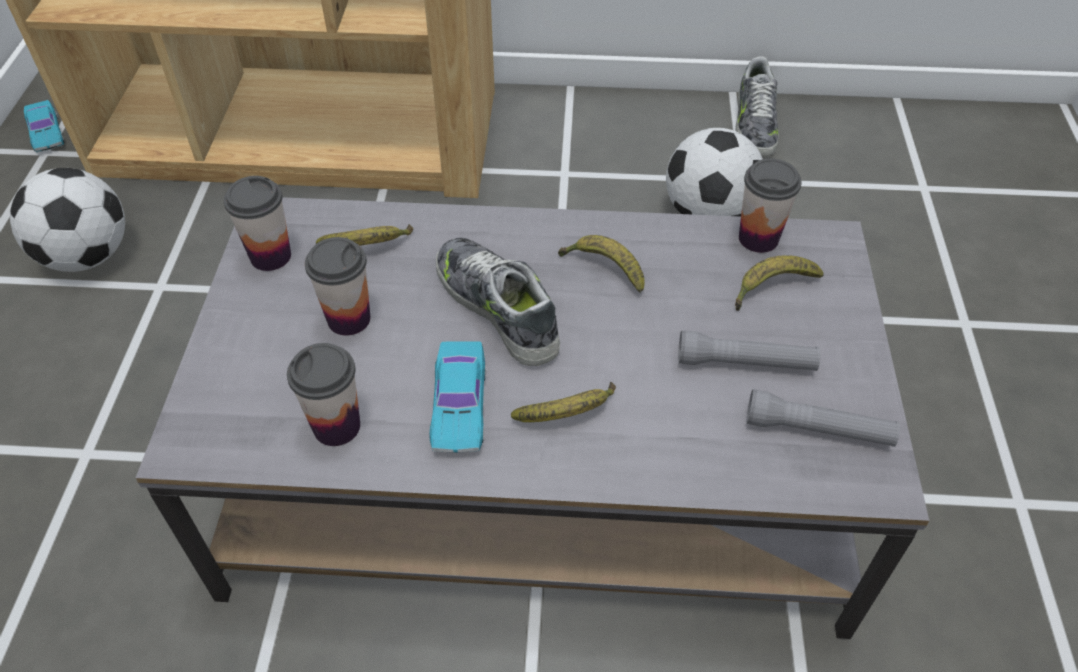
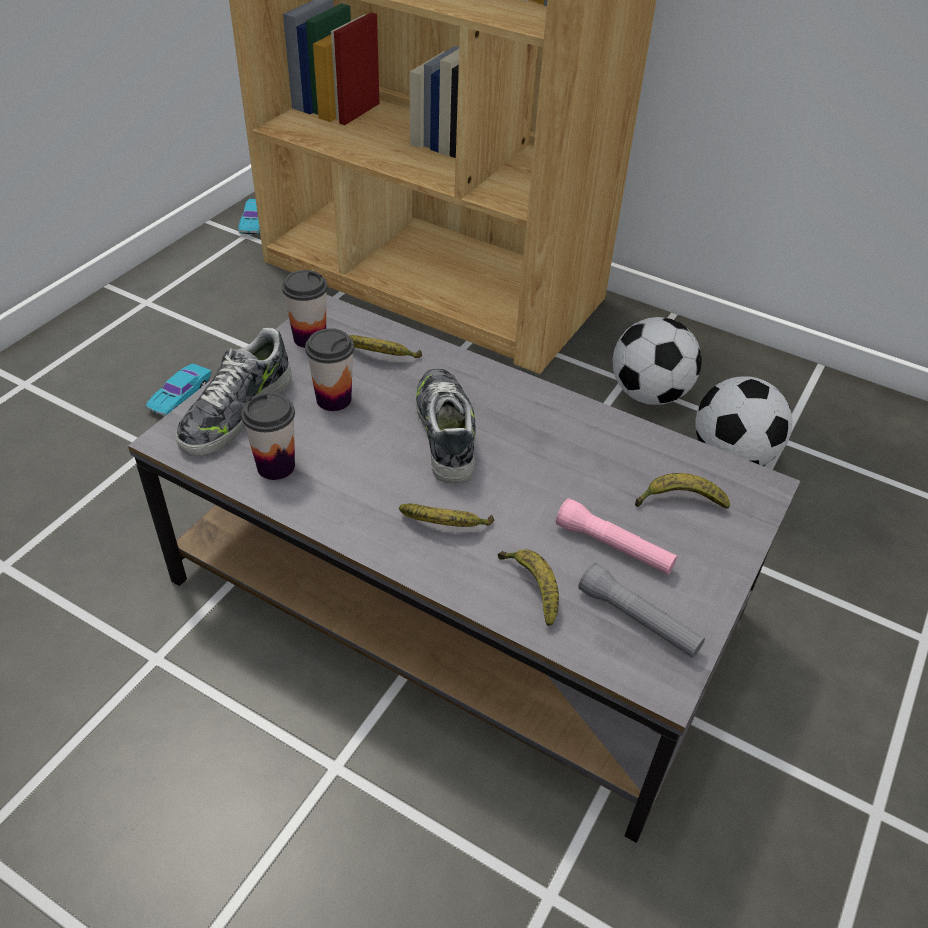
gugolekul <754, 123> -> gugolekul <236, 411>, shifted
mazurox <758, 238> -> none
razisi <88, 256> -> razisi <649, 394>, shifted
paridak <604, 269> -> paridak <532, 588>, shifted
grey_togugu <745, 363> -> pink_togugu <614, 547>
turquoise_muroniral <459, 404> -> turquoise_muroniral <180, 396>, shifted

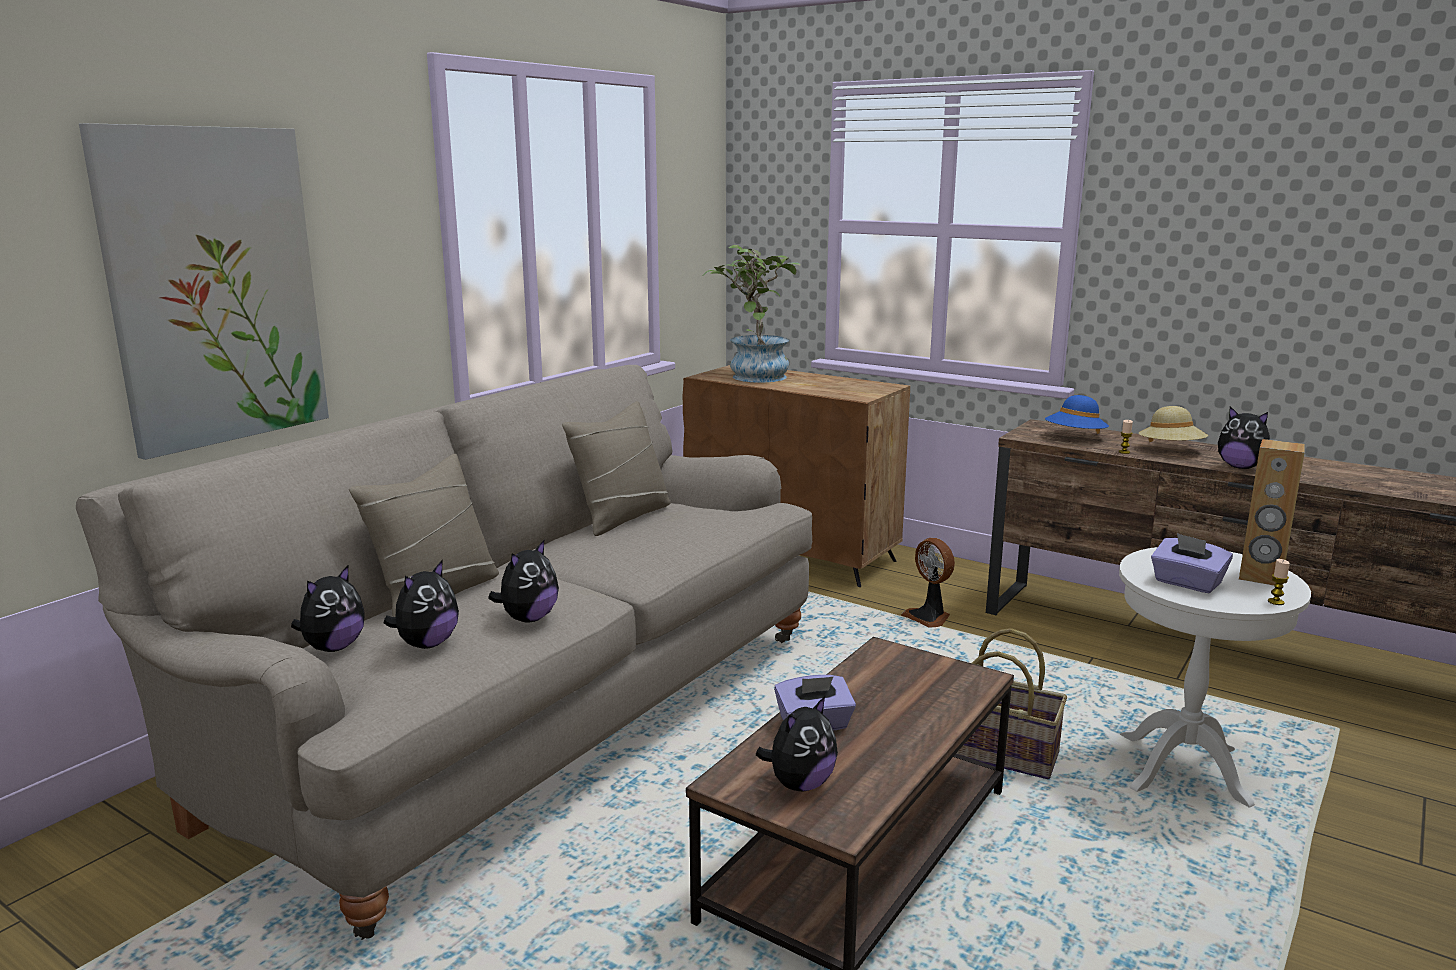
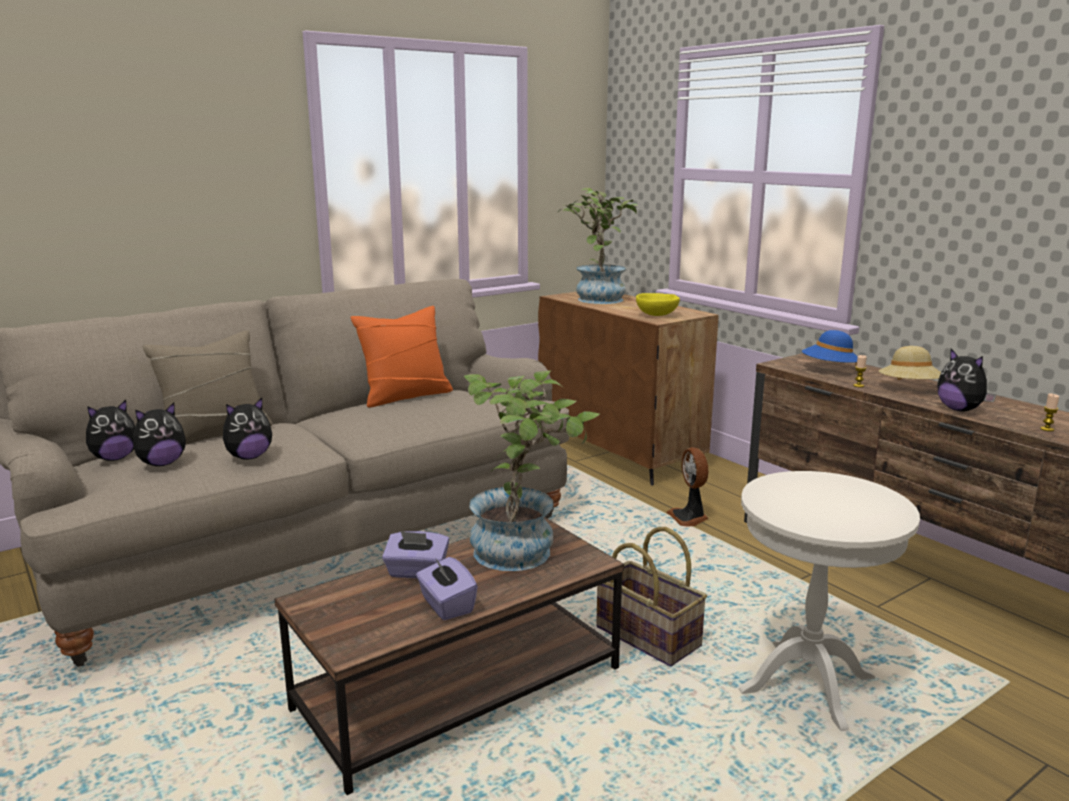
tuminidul <215, 287> -> none
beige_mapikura <622, 517> -> orange_mapikura <405, 396>
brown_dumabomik <1261, 577> -> none
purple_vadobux <1187, 583> -> purple_vadobux <446, 605>, shifted
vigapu <1275, 602> -> vigapu <1047, 429>, shifted
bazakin <799, 784> -> none
none -> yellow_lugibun <656, 315>
none -> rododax <524, 549>

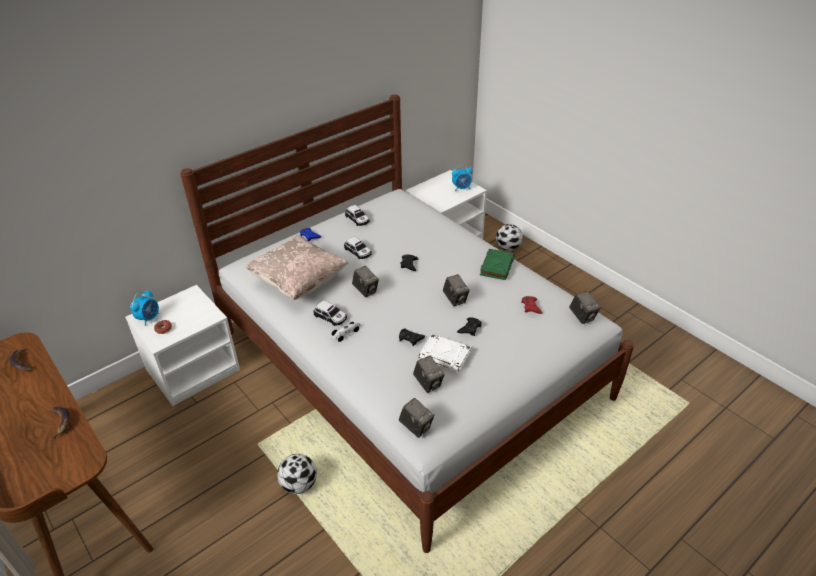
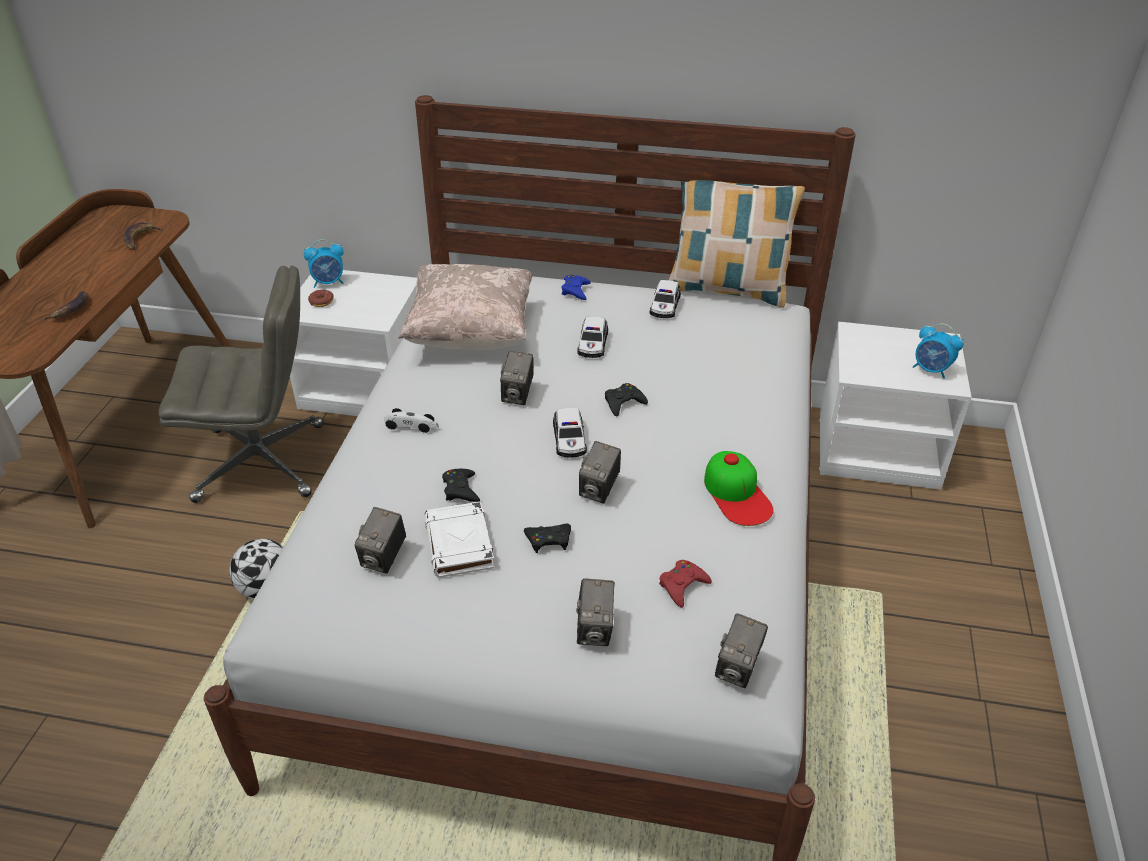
razisi <508, 248> -> none
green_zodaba <496, 266> -> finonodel <737, 494>
muroniral <330, 317> -> muroniral <569, 440>, shifted
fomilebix <416, 427> -> fomilebix <595, 630>, shifted
none -> mapikura <727, 290>
none -> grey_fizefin <263, 462>

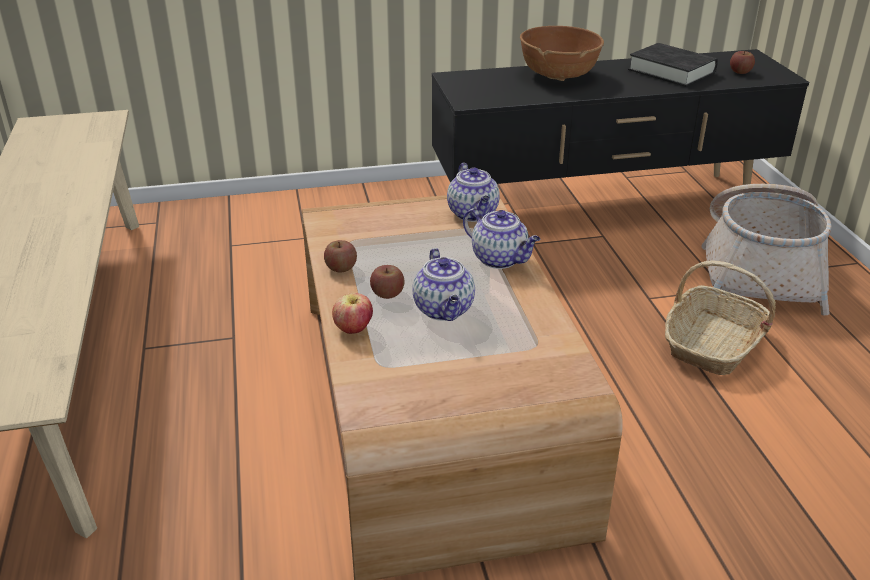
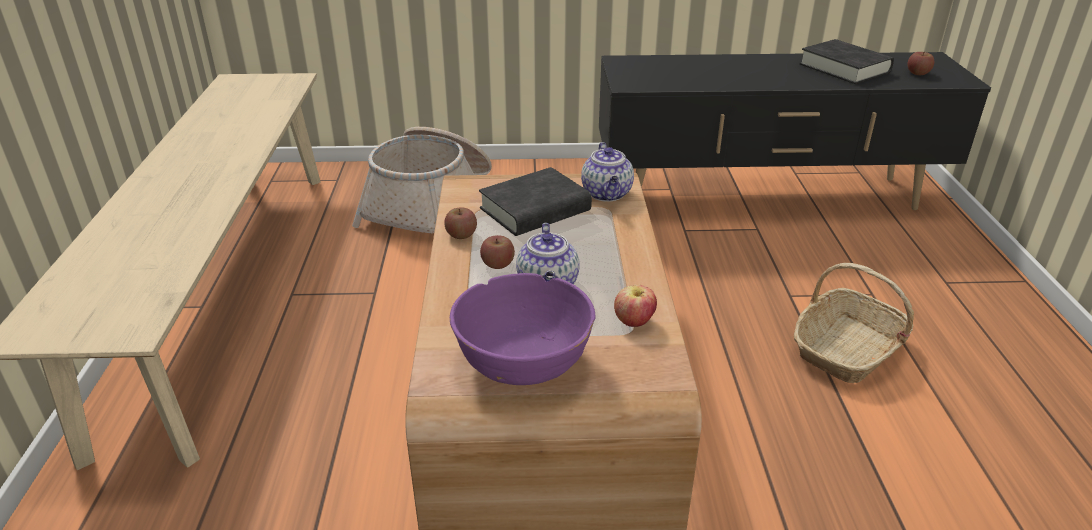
brown_lugibun <558, 75> -> none
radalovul <759, 269> -> radalovul <431, 205>, shifted
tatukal <500, 259> -> none
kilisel <353, 329> -> kilisel <634, 322>, shifted
none -> black_zodaba <535, 210>
none -> purple_lugibun <523, 363>

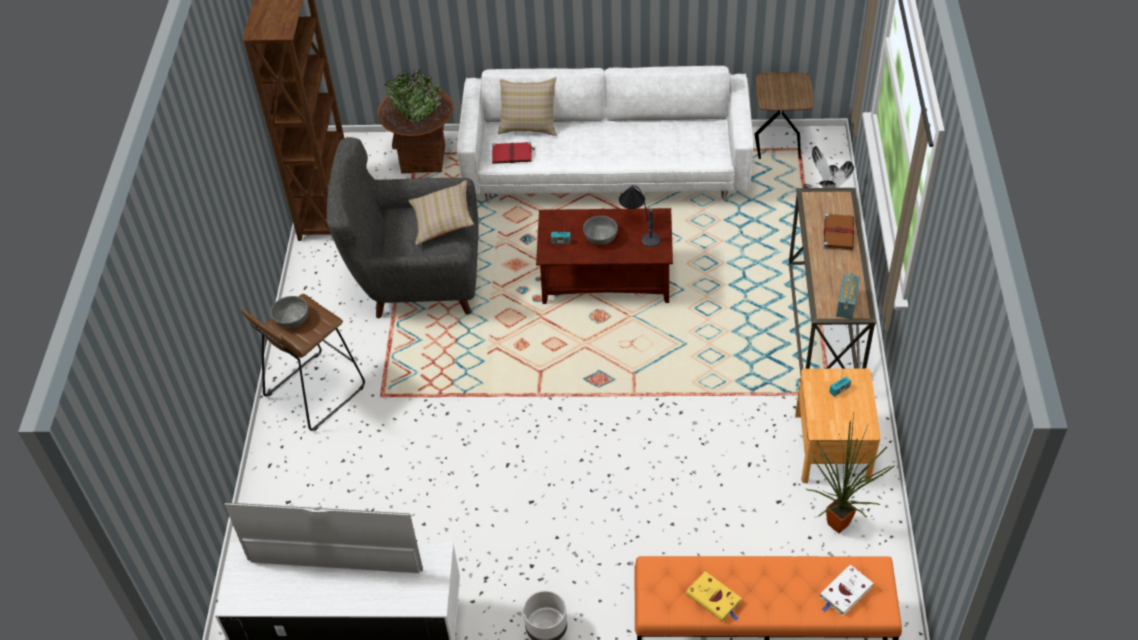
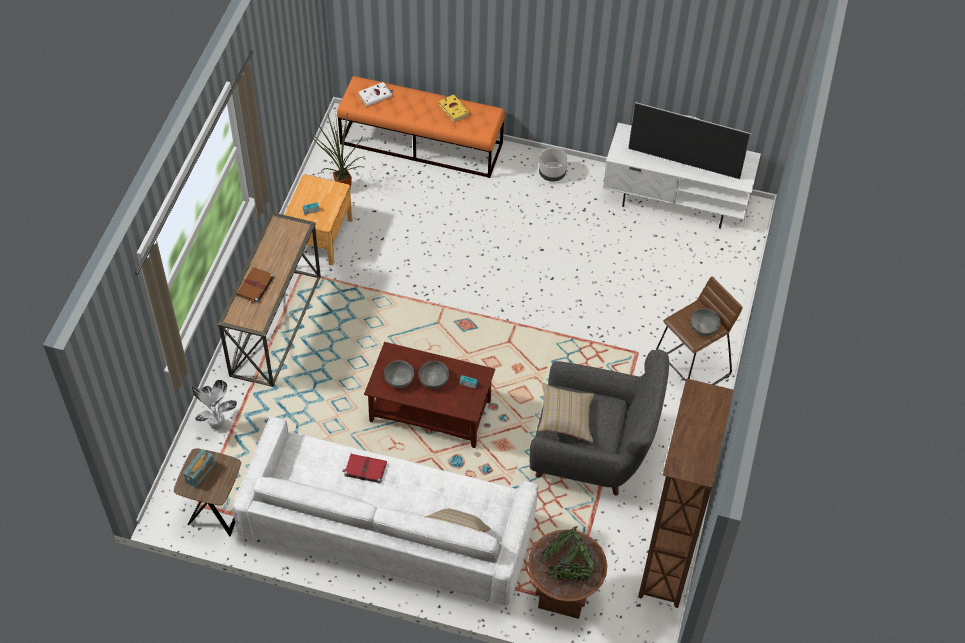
red_zodaba <512, 154> -> red_zodaba <364, 469>, shifted
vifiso <638, 229> -> grey_lugibun <399, 379>
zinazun <846, 304> -> zinazun <200, 473>, shifted

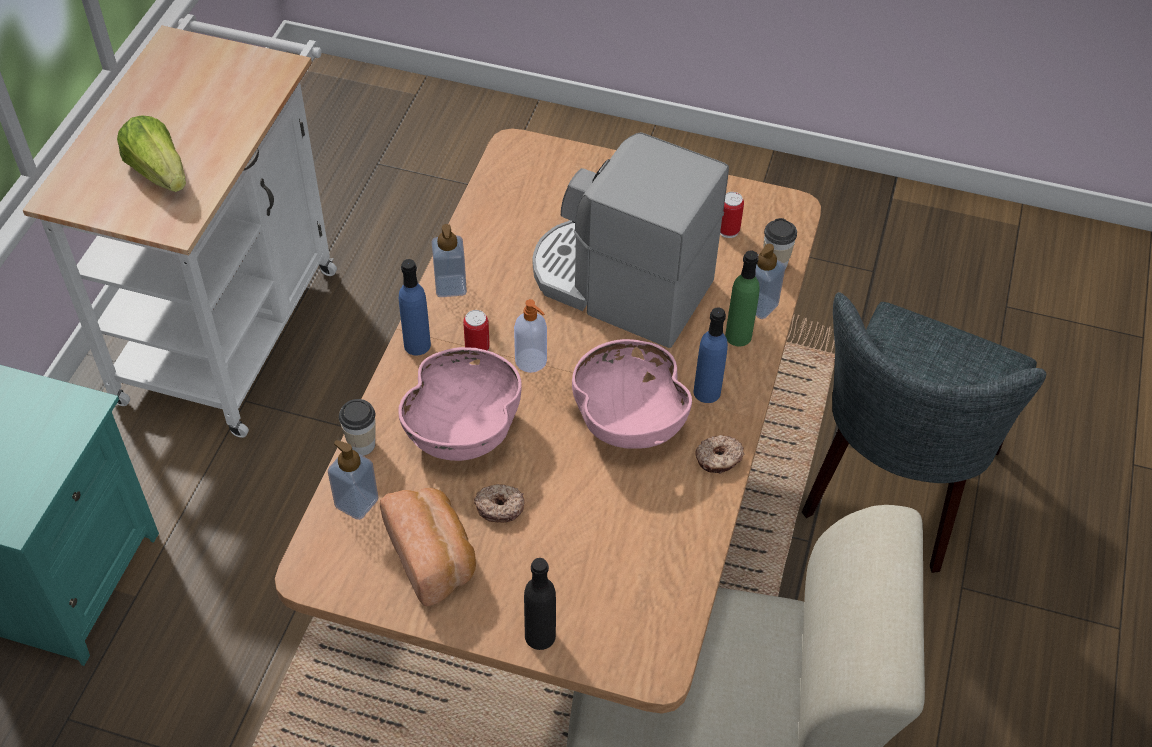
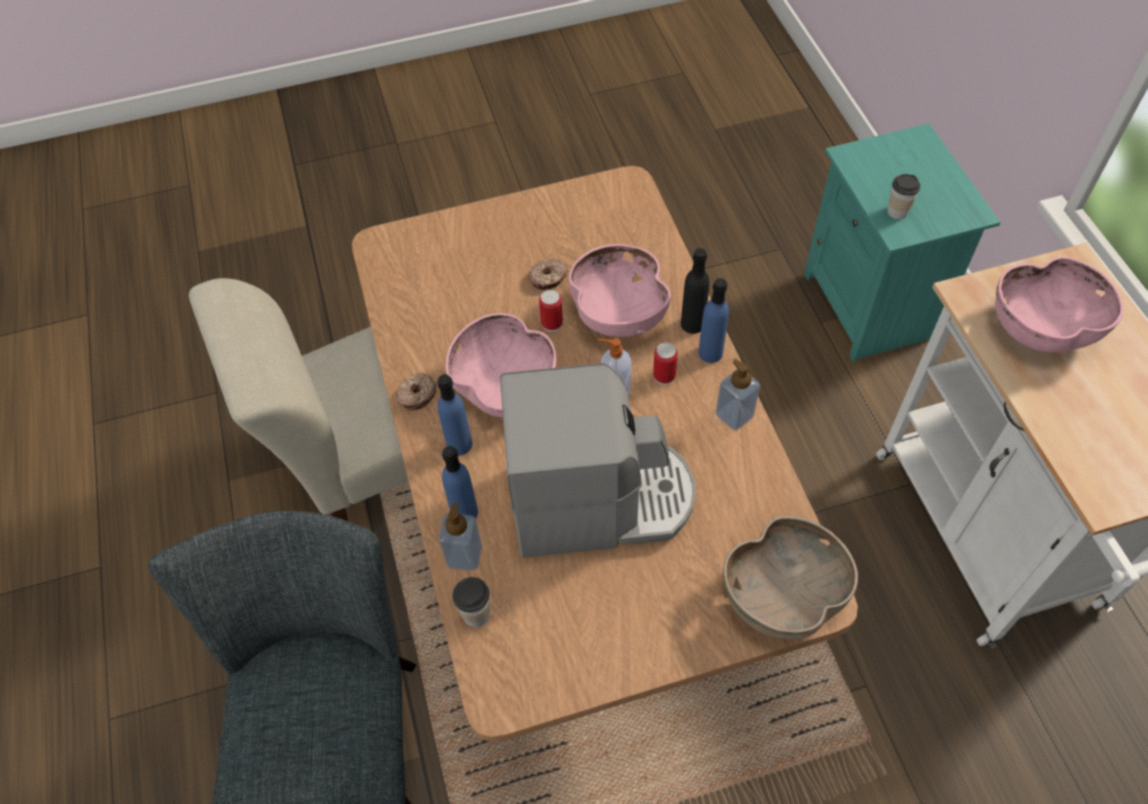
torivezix <159, 172> -> pink_lugibun <1042, 328>
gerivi <728, 230> -> gerivi <552, 323>, shifted
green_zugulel <738, 336> -> blue_zugulel <464, 512>
mazurox <362, 444> -> mazurox <897, 212>, shifted
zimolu <356, 502> -> none
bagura <433, 556> -> none
black_zugulel <540, 635> -> black_zugulel <692, 324>, shifted
none -> brown_lugibun <783, 596>

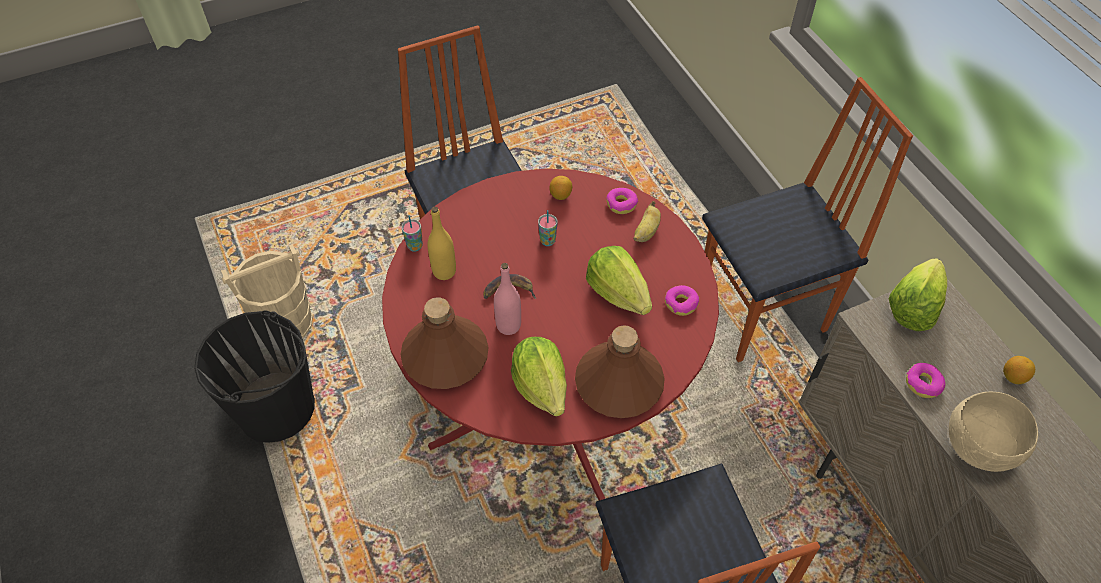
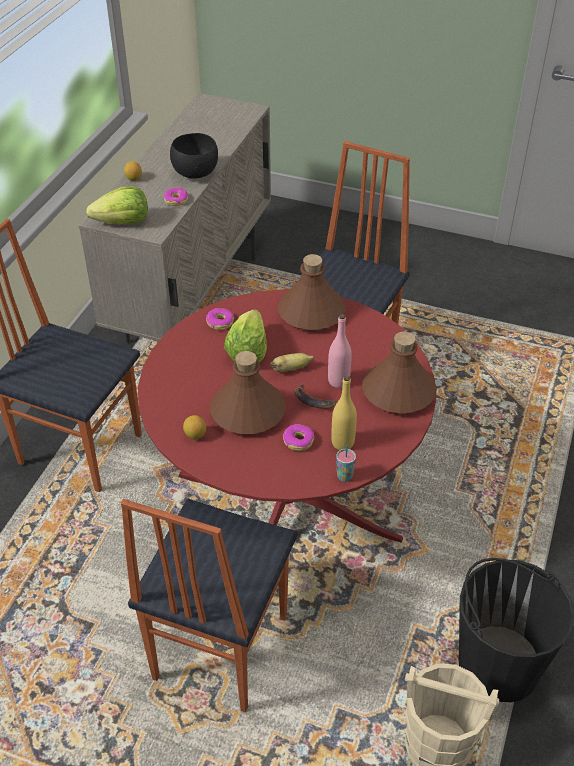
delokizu <621, 204> -> delokizu <298, 441>, shifted
paridak <646, 232> -> paridak <291, 369>, shifted
mazurox <547, 241> -> brown_zugulel <247, 411>
torivezix <541, 386> -> none
beige_lugibun <979, 449> -> black_lugibun <195, 173>

